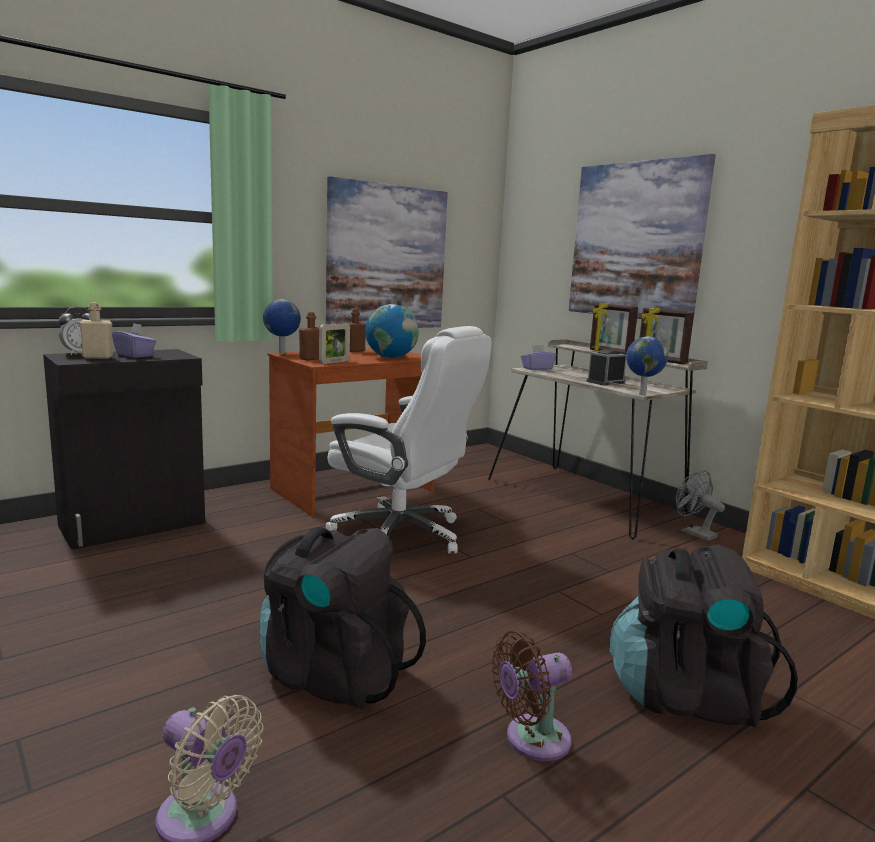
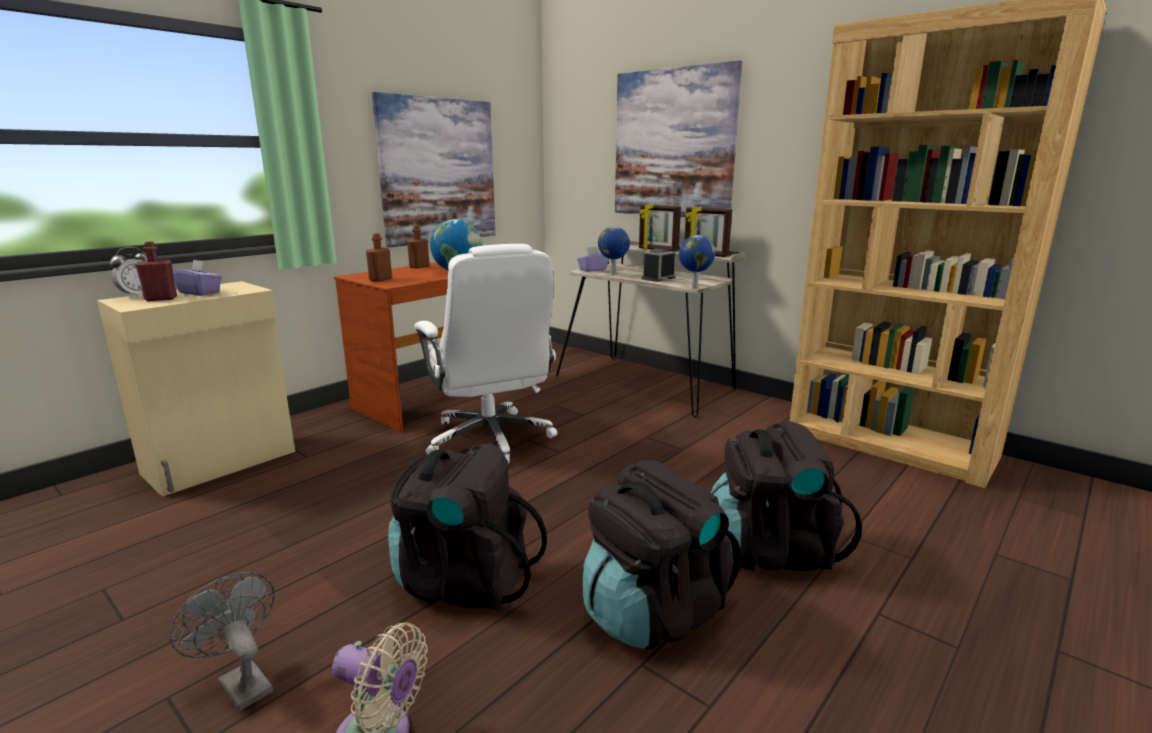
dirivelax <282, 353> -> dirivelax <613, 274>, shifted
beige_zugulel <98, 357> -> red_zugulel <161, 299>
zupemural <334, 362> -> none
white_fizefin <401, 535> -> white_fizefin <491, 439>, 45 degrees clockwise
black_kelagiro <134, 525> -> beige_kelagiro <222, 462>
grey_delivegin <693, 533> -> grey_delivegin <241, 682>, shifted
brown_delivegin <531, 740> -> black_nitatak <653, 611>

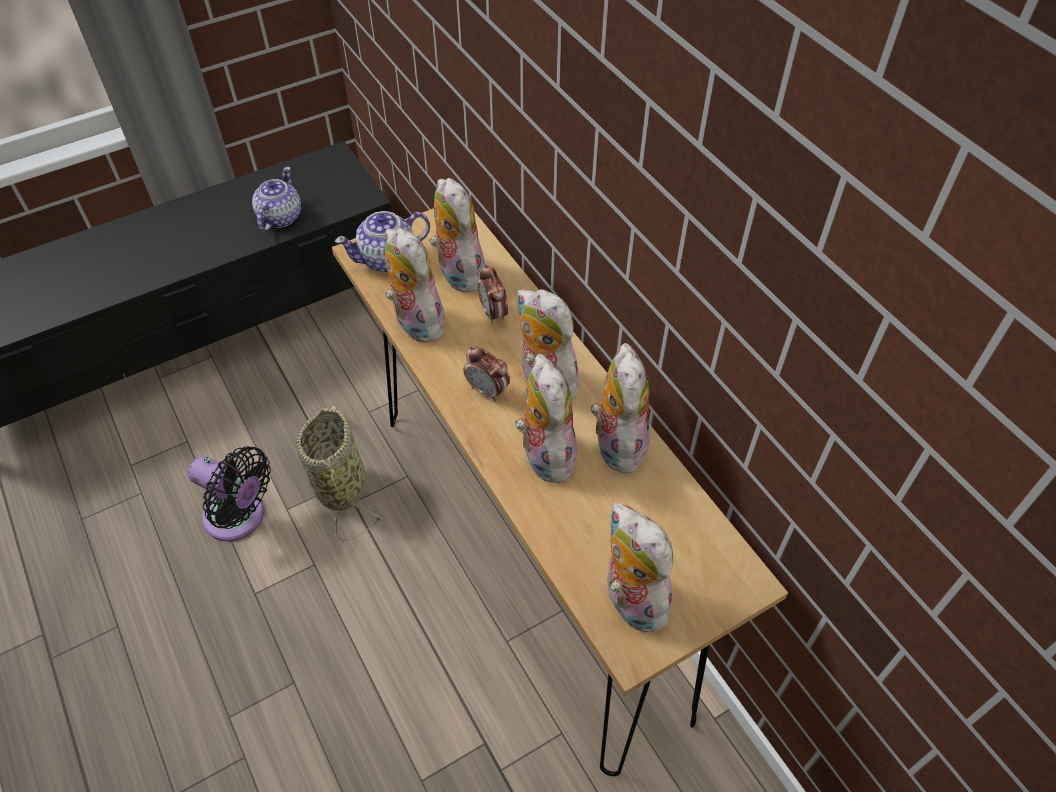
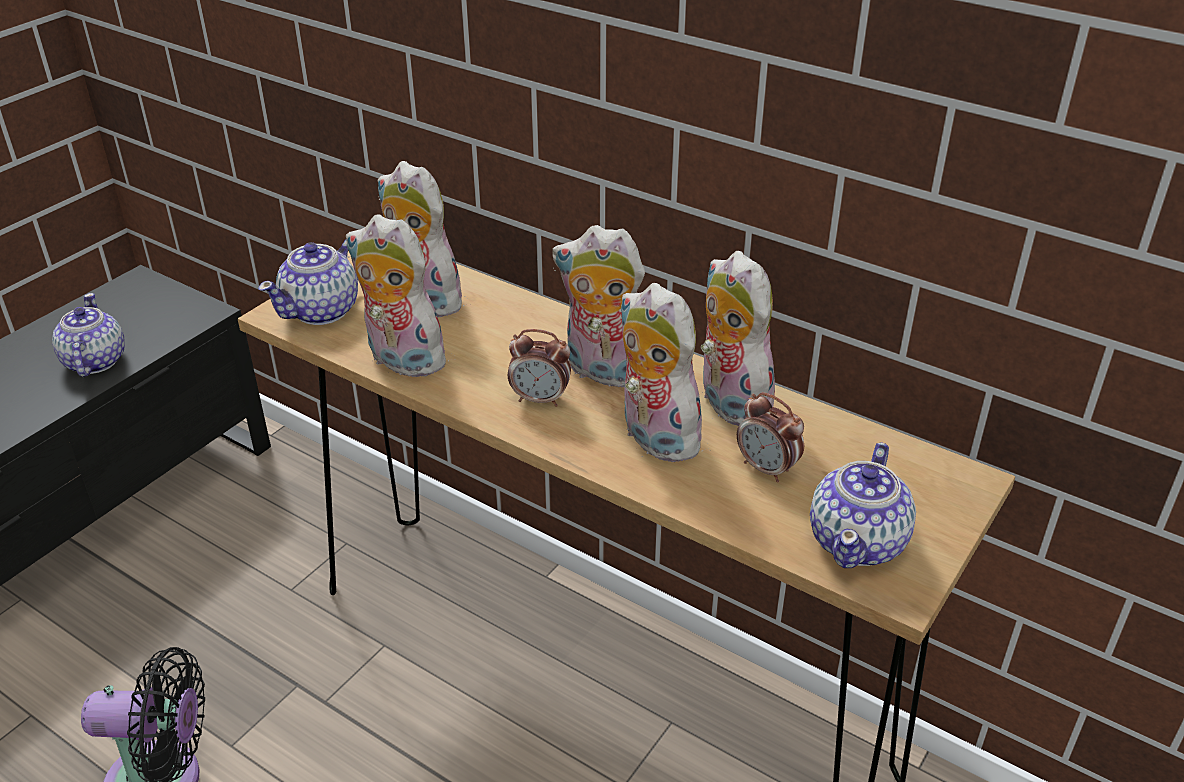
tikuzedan <493, 313> -> tikuzedan <767, 469>, shifted
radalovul <341, 484> -> none
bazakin <630, 600> -> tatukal <858, 541>

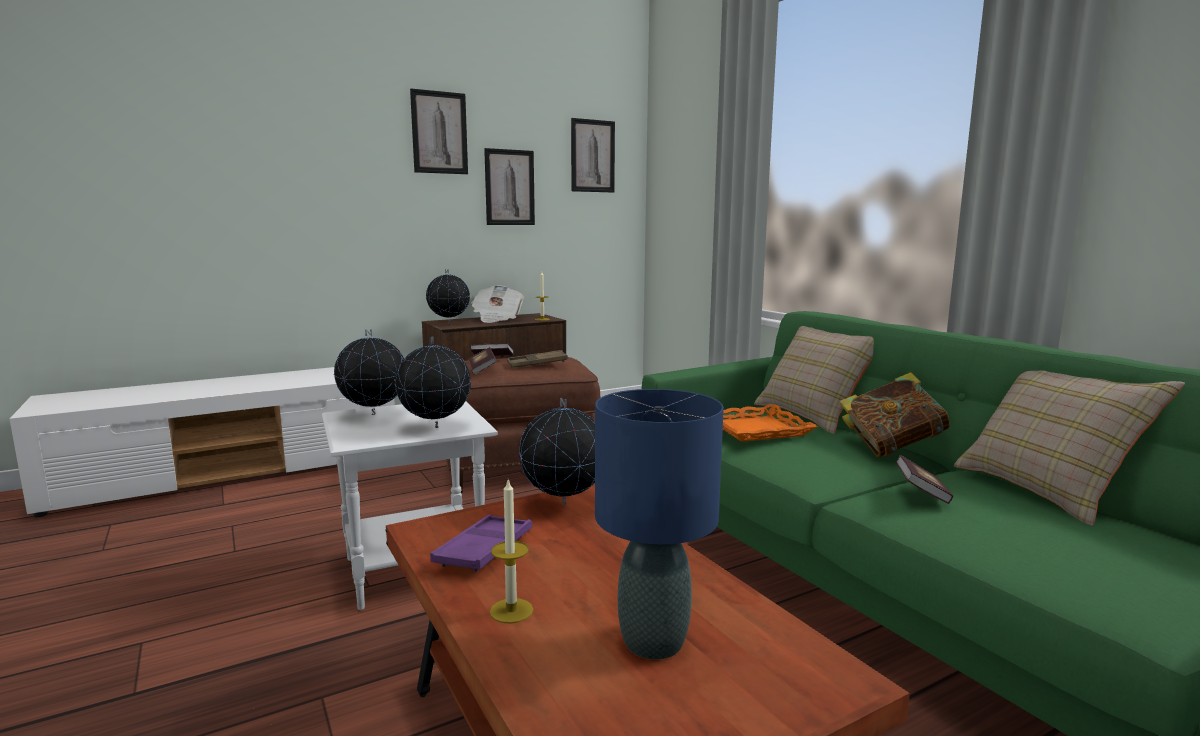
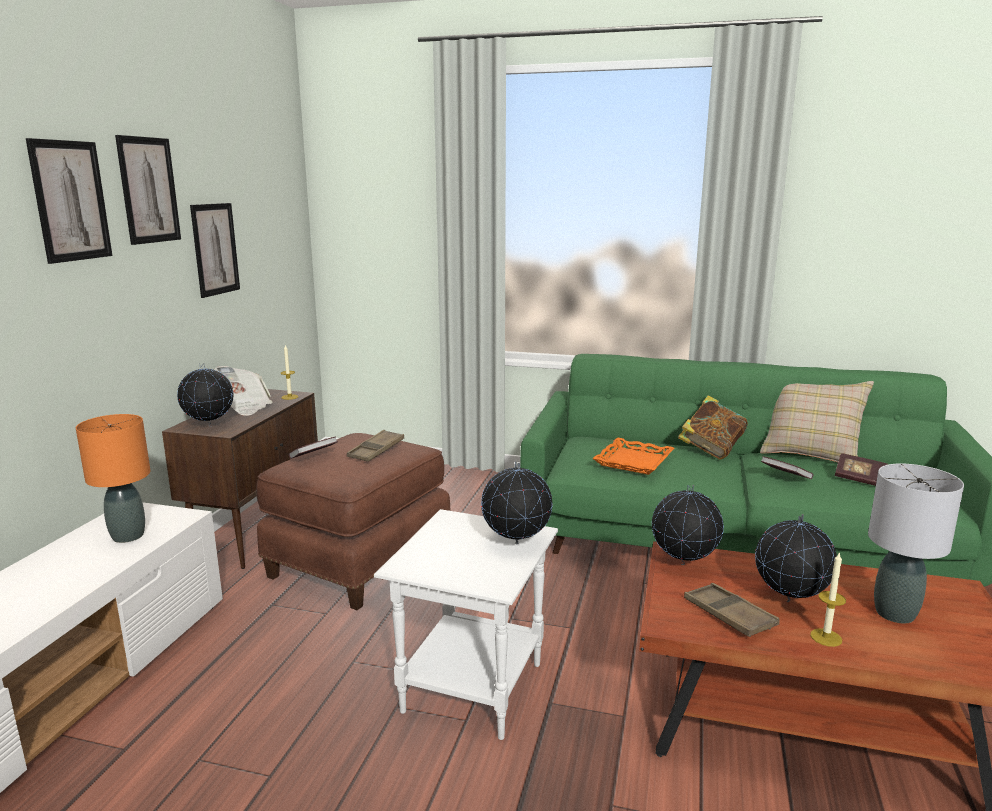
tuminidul <592, 156> -> tuminidul <70, 201>, shifted
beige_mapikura <813, 416> -> none
dirivelax <374, 415> -> dirivelax <790, 601>, shifted
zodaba <482, 369> -> zodaba <859, 479>, shifted
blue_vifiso <652, 642> -> grey_vifiso <894, 614>
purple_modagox <484, 550> -> brown_modagox <729, 615>
none -> orange_vifiso <128, 536>

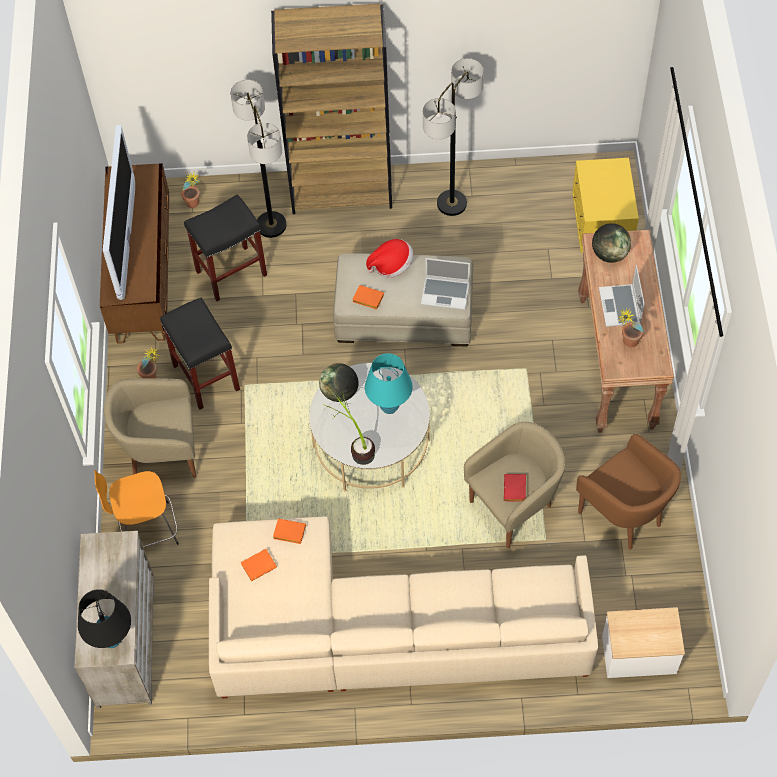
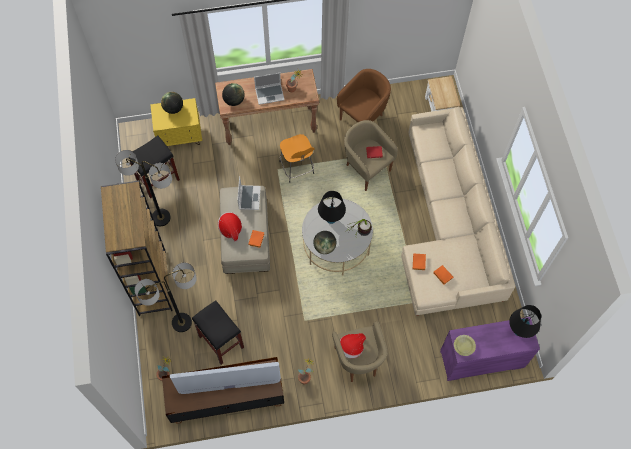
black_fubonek <207, 378> -> black_fubonek <158, 179>, shifted
turquoise_vifiso <389, 407> -> black_vifiso <331, 219>
orange_fubonek <146, 530> -> orange_fubonek <297, 168>, shifted
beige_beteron <125, 641> -> purple_beteron <481, 360>
none -> dirivelax <173, 108>
none -> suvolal <351, 348>
none -> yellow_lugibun <464, 346>

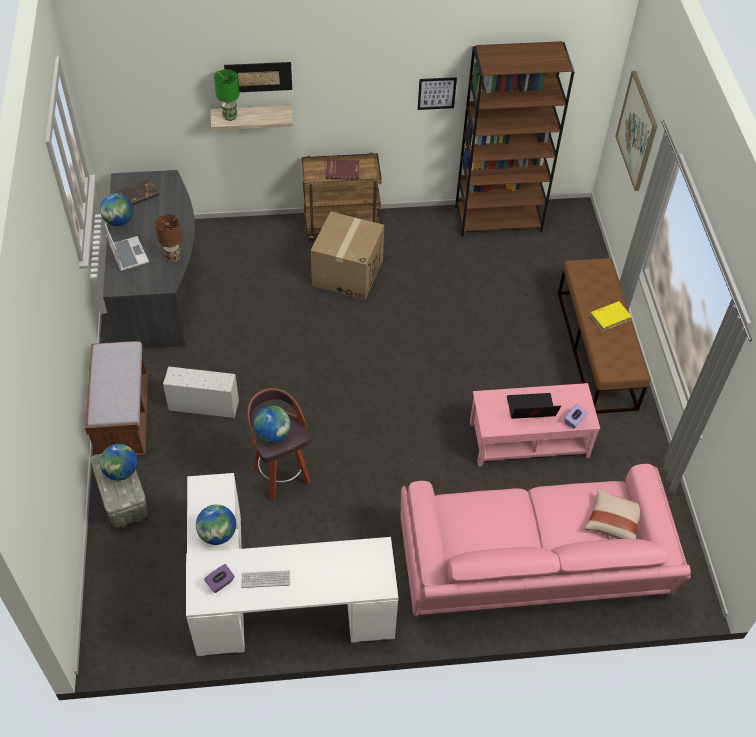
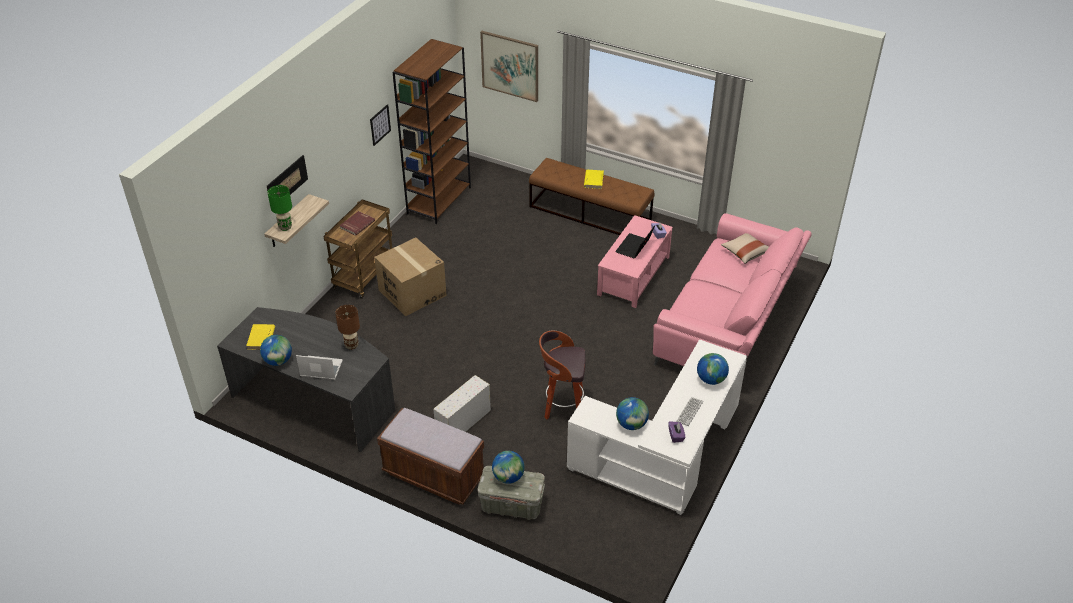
brown_zodaba <139, 195> -> yellow_zodaba <261, 339>
dirivelax <272, 434> -> dirivelax <711, 379>, shifted

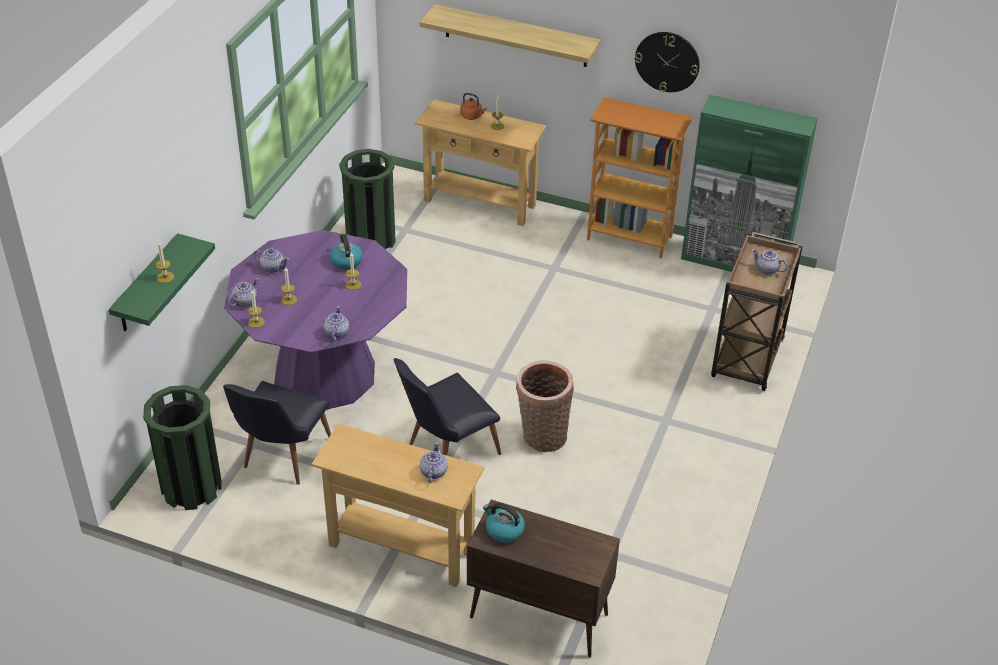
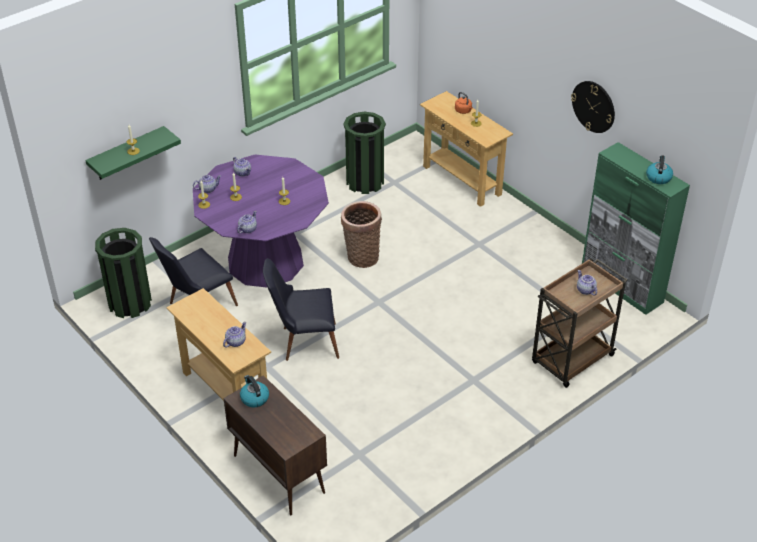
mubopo <516, 36> -> none
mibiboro <630, 237> -> none
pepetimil <346, 261> -> pepetimil <658, 177>, shifted
radalovul <541, 435> -> radalovul <361, 256>, shifted

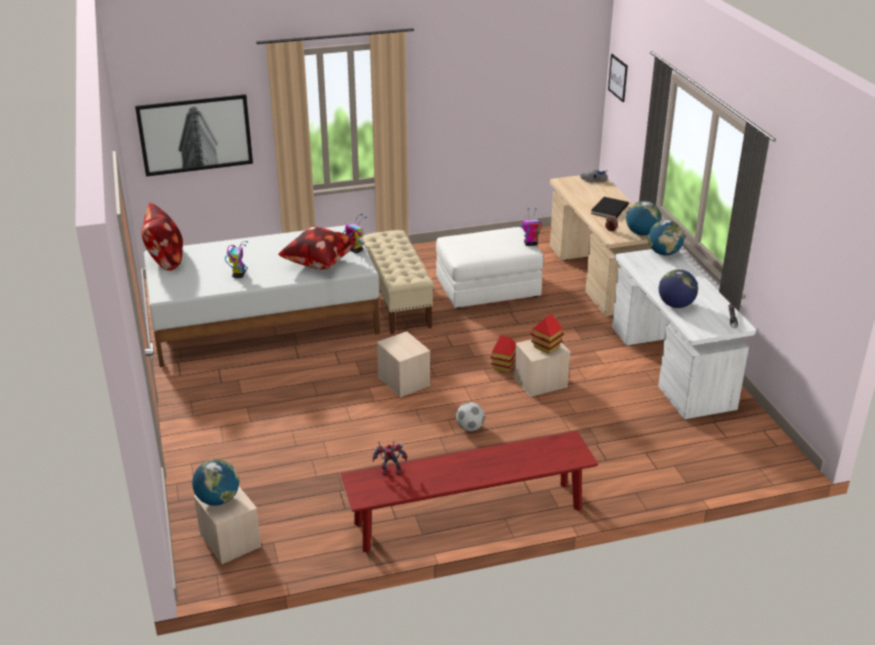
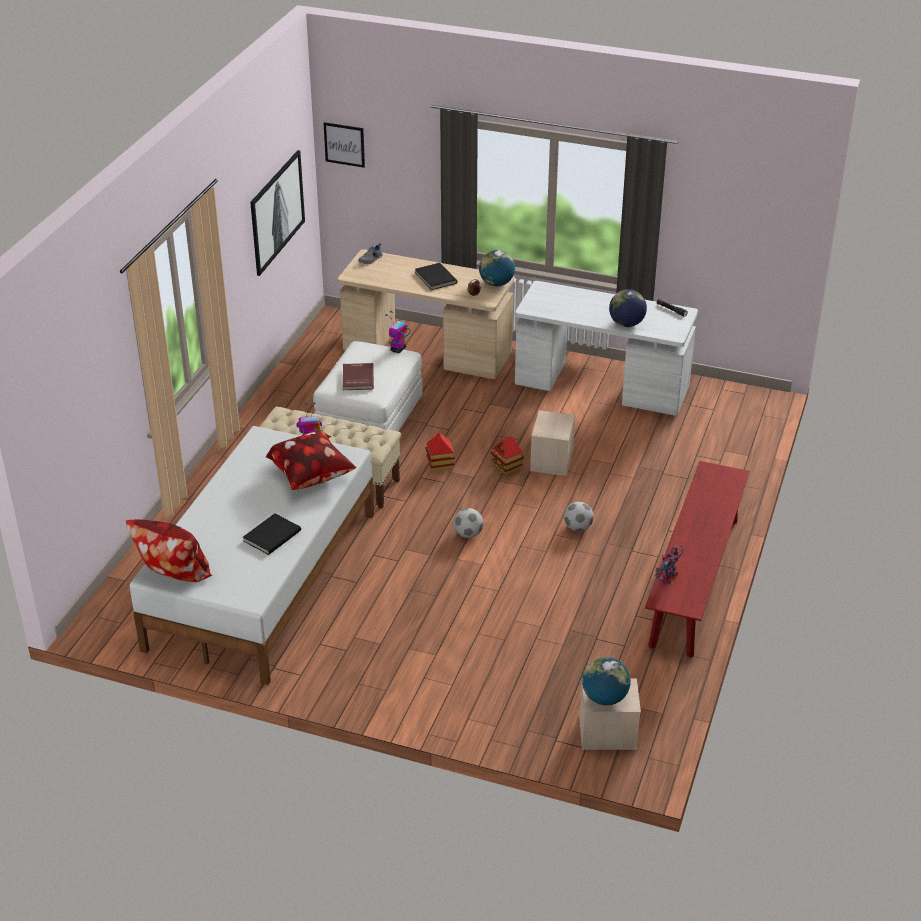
tuminidul <195, 134> -> tuminidul <276, 211>, shifted
dirivelax <664, 253> -> none
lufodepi <239, 275> -> black_zodaba <271, 535>
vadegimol <546, 347> -> vadegimol <440, 466>, shifted
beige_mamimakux <403, 381> -> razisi <468, 534>
none -> red_zodaba <357, 378>

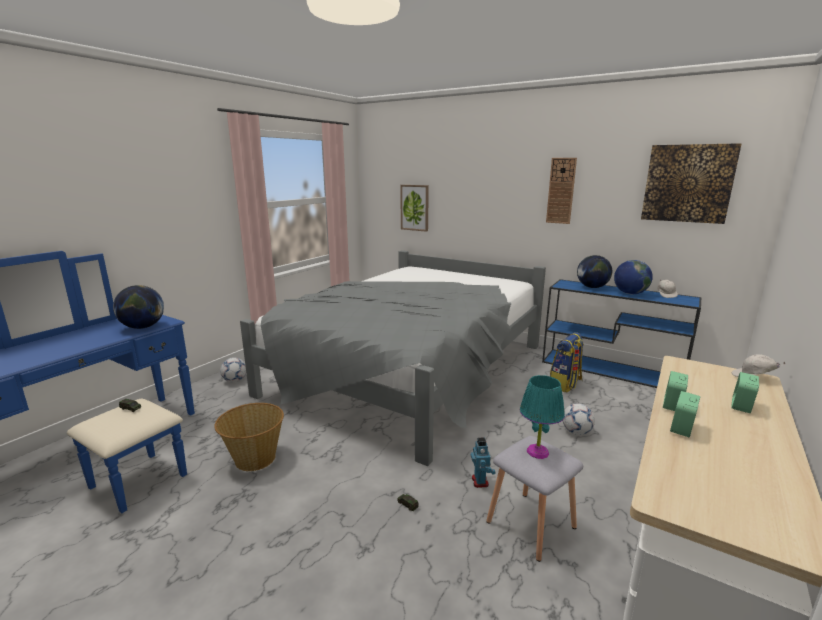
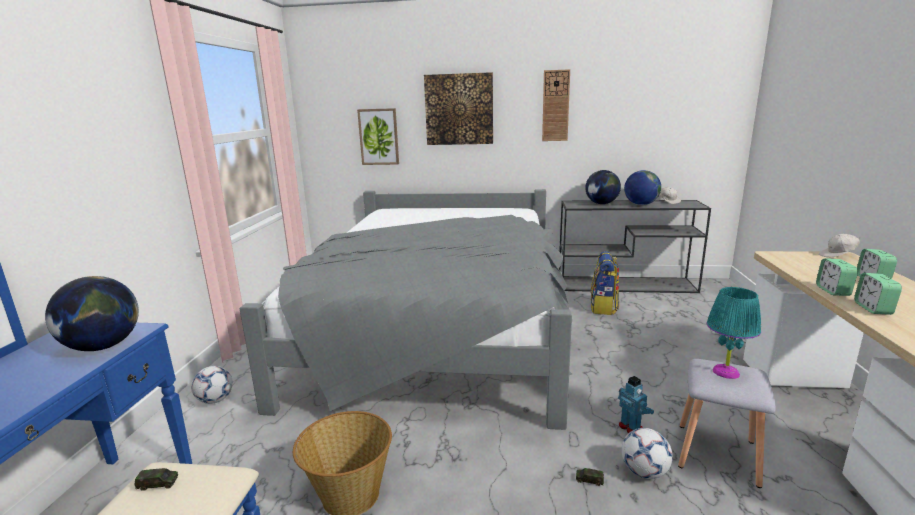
tuminidul <688, 183> -> tuminidul <459, 109>, shifted
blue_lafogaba <612, 370> -> grey_lafogaba <626, 284>
razisi <576, 432> -> razisi <644, 472>, shifted

